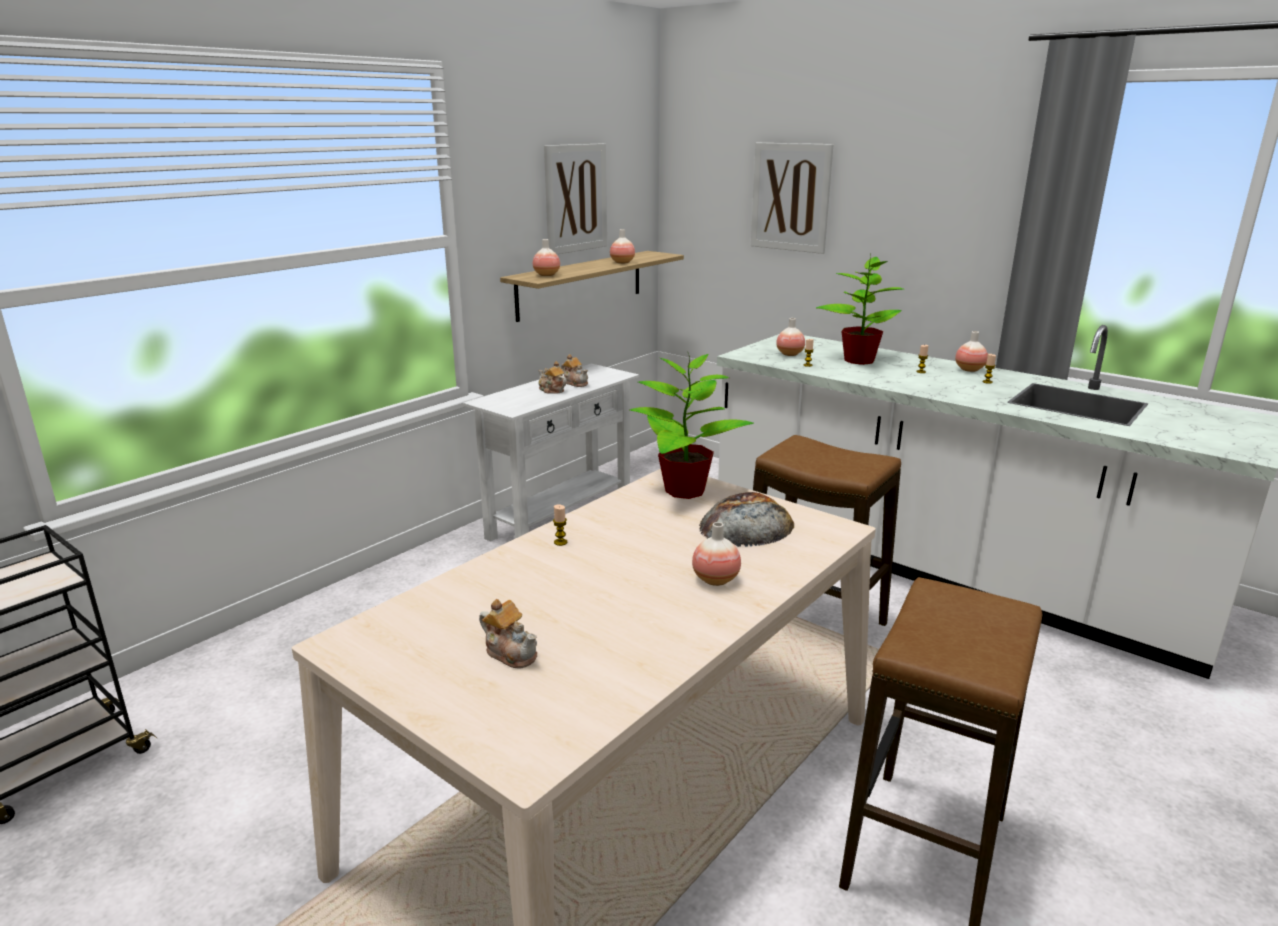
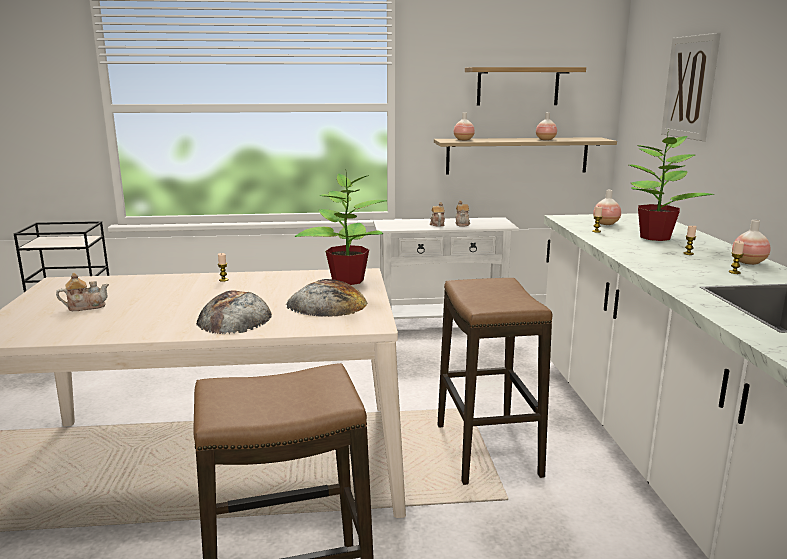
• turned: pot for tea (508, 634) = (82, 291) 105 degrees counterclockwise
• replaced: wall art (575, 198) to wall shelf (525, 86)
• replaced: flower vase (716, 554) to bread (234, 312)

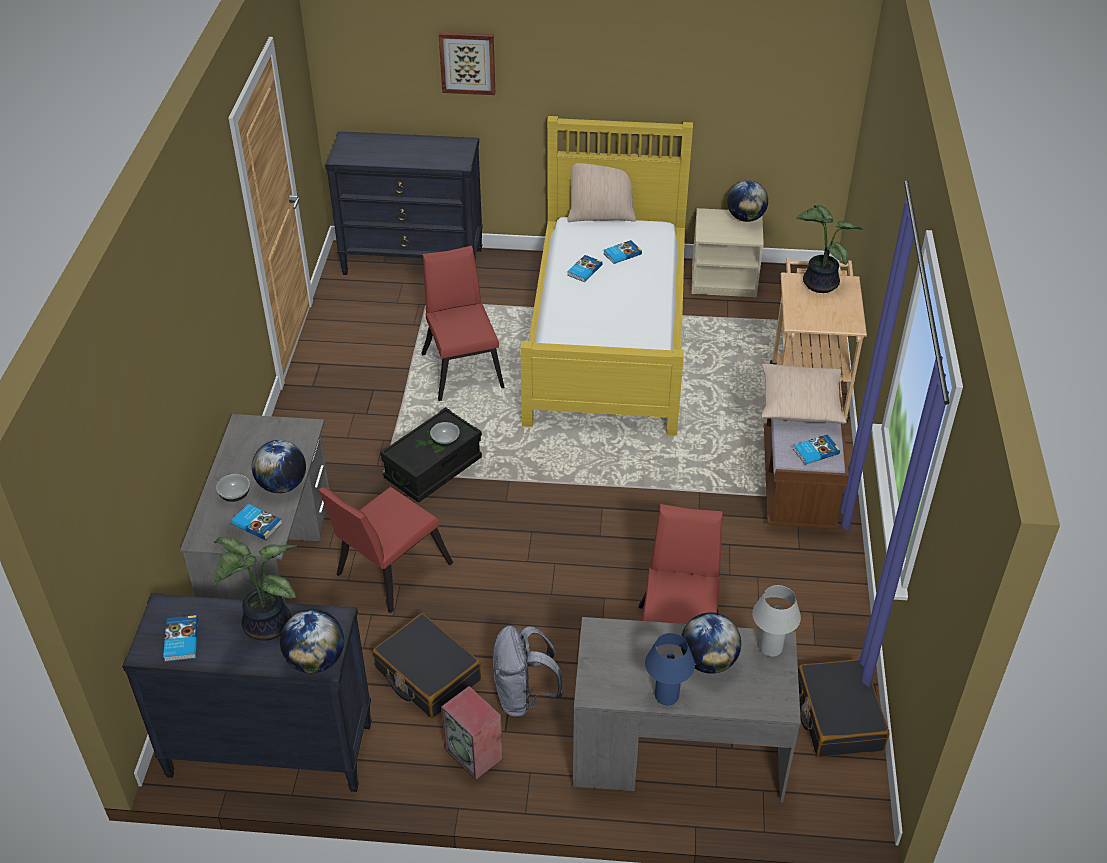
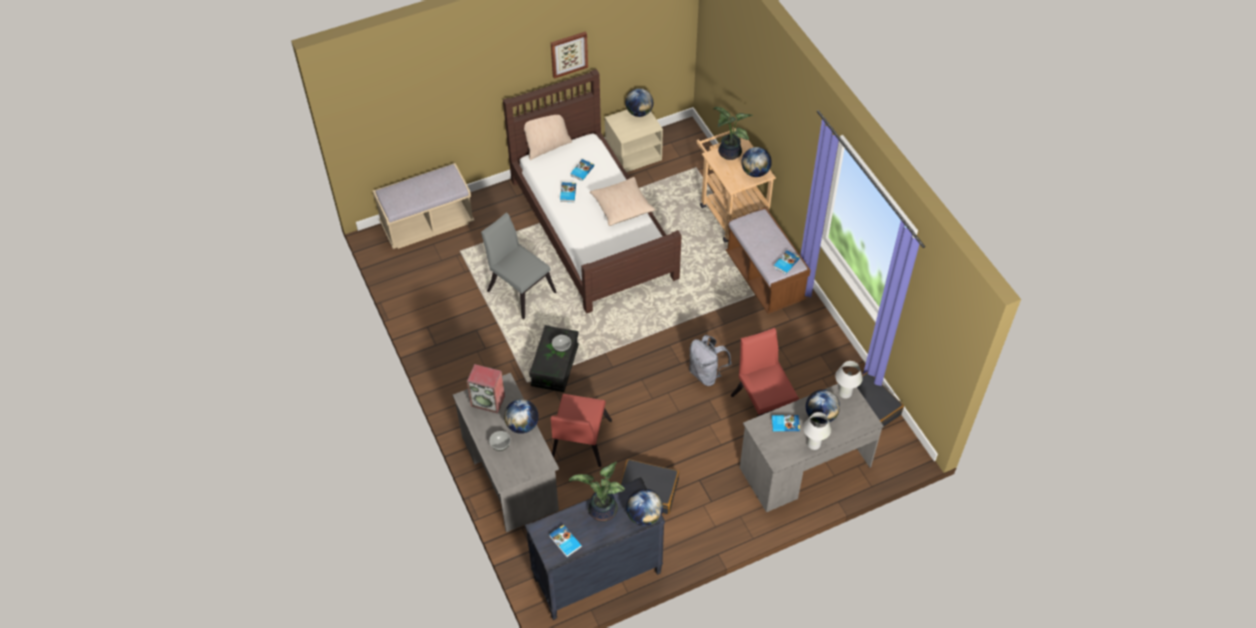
• moved: volume (256, 522) to (785, 423)
• replaced: black drawer chest (404, 203) to beige-coloured bench (424, 206)
• recoloured: red-coloured chair (463, 323) to grey chair (518, 265)
• moved: wall art (467, 63) to (569, 55)
• moved: loudspeaker (472, 733) to (486, 388)
• moved: grey knapsack (528, 671) to (710, 360)
• recoloured: yellow-coloured bedroom bed (606, 276) to brown bedroom bed (592, 191)
• recoloured: blue-coloured lamp for a table (670, 669) to white-coloured lamp for a table (817, 431)
• moved: beige-coloured pillow (804, 394) to (622, 201)
• added: desk globe (757, 162)

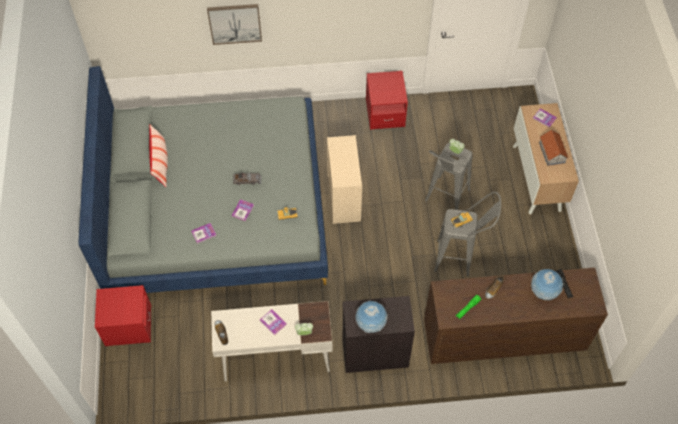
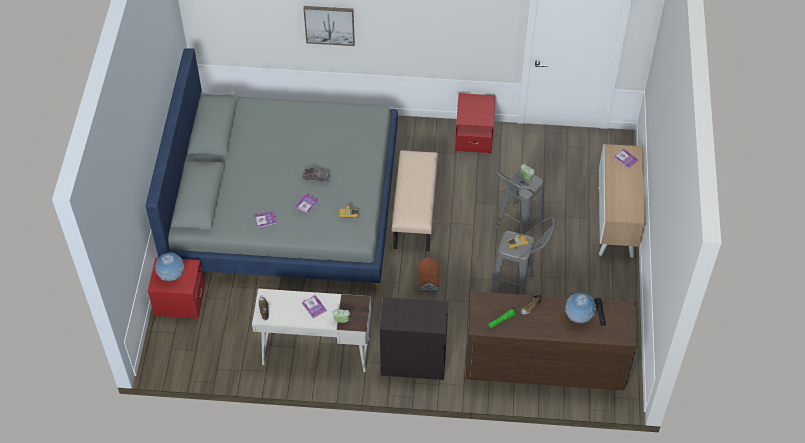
• removed: pillow (158, 156)
• replaced: beige-coloured drawer chest (344, 179) to beige-coloured bench (415, 200)
• moved: desk globe (372, 317) to (169, 267)
• moved: model house (553, 147) to (429, 274)

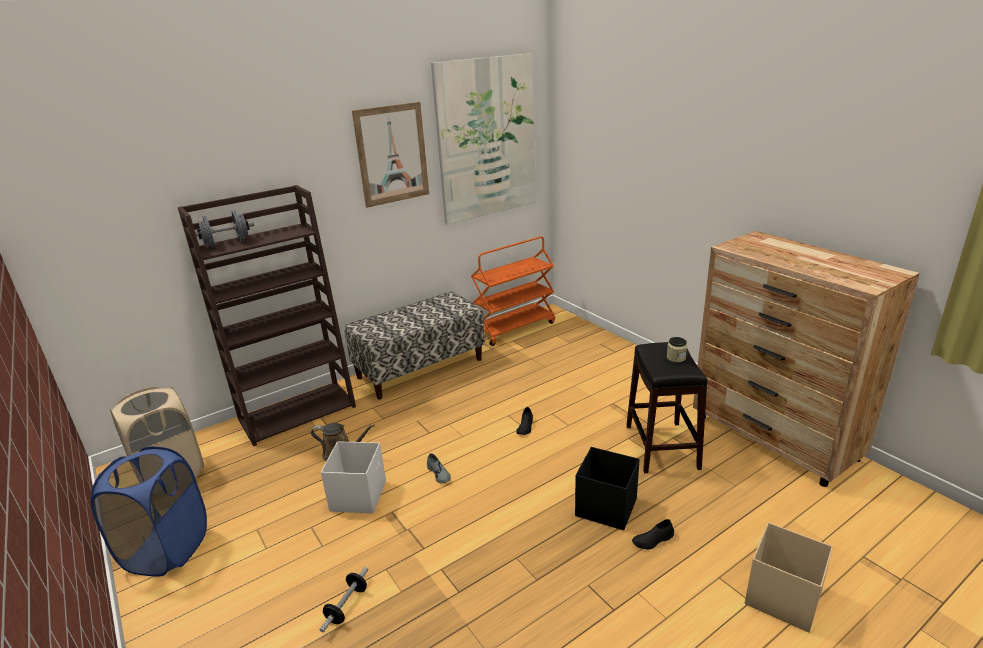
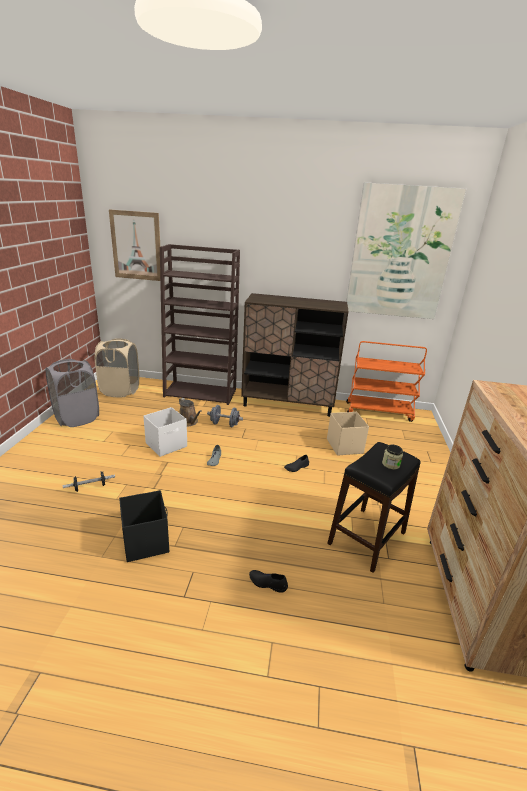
• recoloured: blue-coloured hamper (149, 511) to grey hamper (72, 393)
• moved: grey hand weight (224, 229) to (225, 416)
• replaced: bench (414, 345) to brown cabinet (295, 355)
• moved: wall art (390, 155) to (134, 245)
• moved: black storage container (607, 488) to (144, 526)
• moved: beige-coloured storage container (789, 577) to (348, 434)

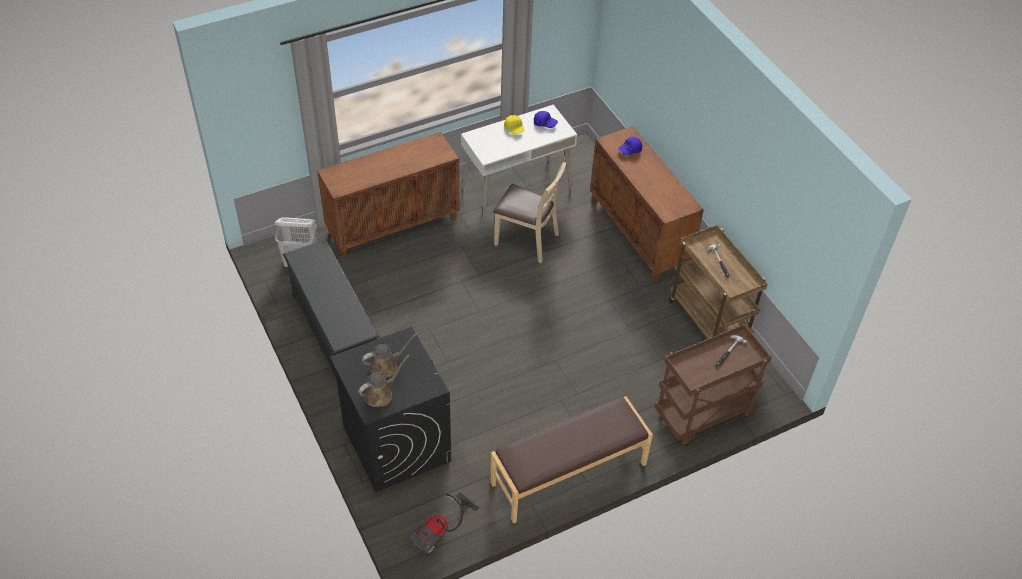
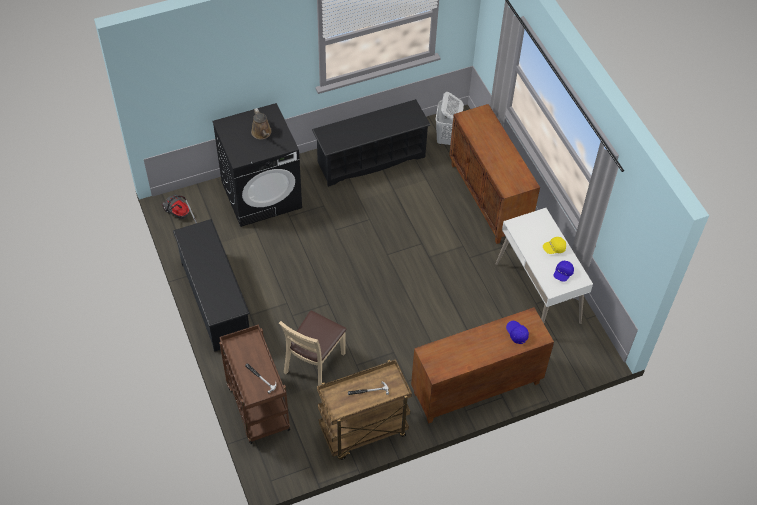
• removed: brown watering can (384, 380)
• replaced: brown bench (571, 459) to black shoe stand (211, 285)
• moved: beige-coloured chair (529, 212) to (313, 348)

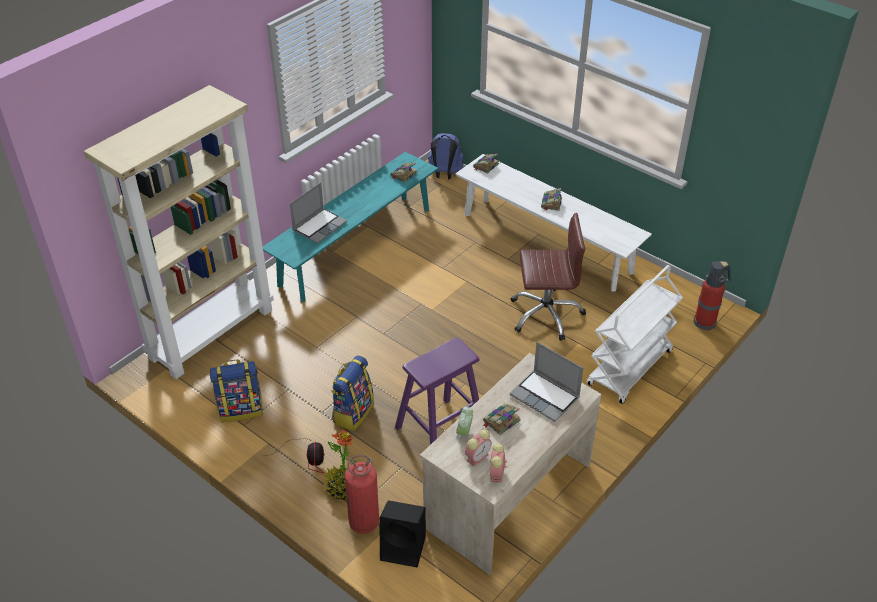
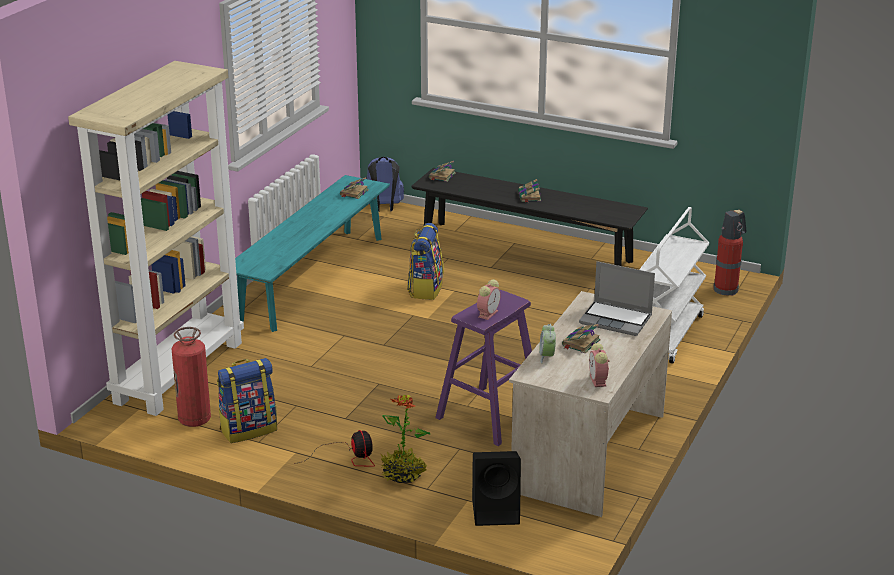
• removed: portable computer (318, 213)
• moved: knapsack (352, 393) to (425, 261)
• moved: fire-fighting cylinder (362, 494) to (191, 377)
• recoloured: white-coloured bench (553, 222) to black bench (529, 217)
• moved: bedside clock (478, 448) to (489, 299)
• removed: brown computer chair (548, 277)

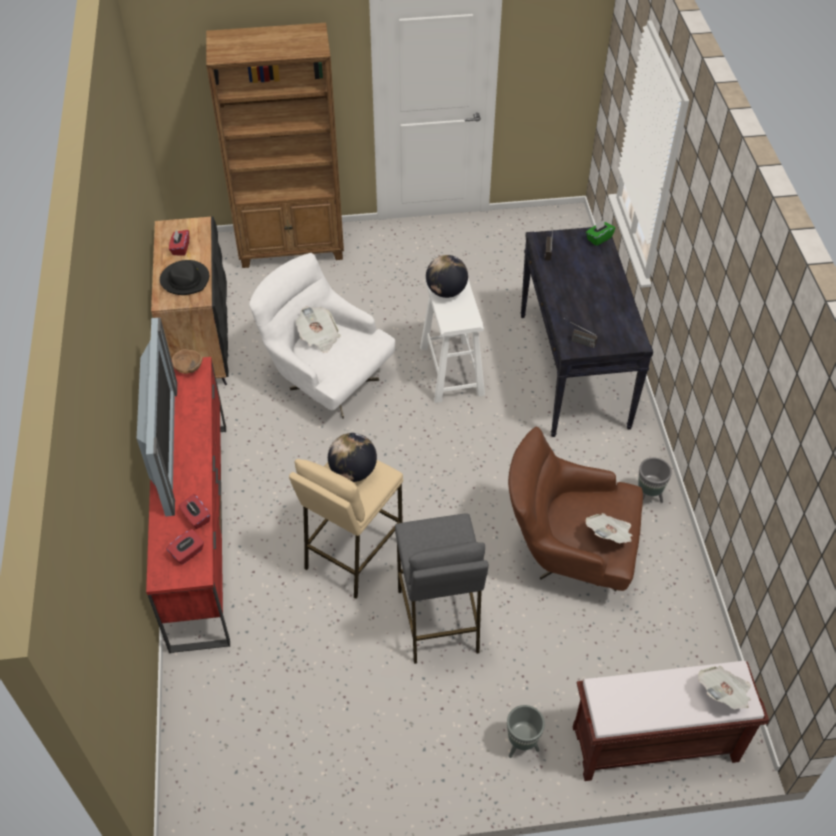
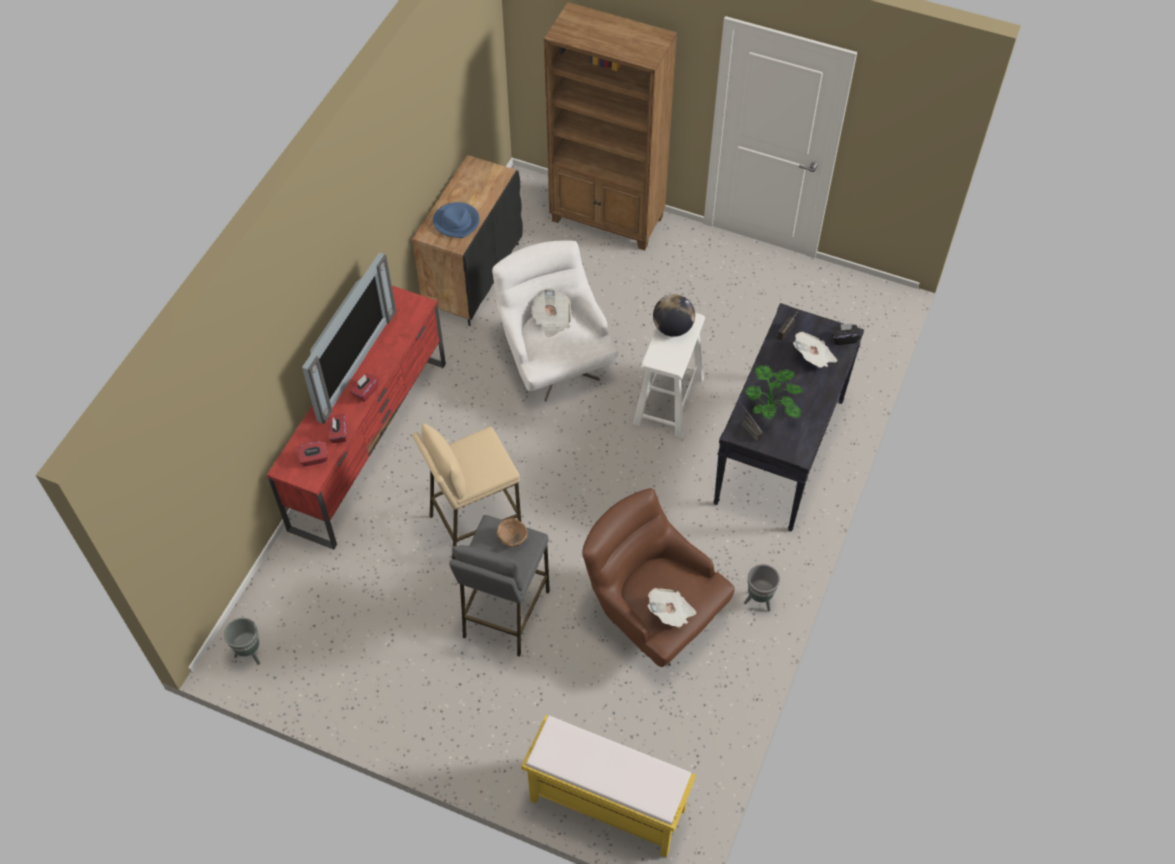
• recoloured: black wearable hat (184, 277) to blue-coloured wearable hat (456, 220)
• moved: red-coloured box of tissues (179, 243) to (364, 387)
• moved: brown bowl (187, 361) to (512, 532)
• removed: desk globe (352, 457)
• moved: grey planter (526, 731) to (242, 641)
• recoloured: brown bench (671, 720) to yellow-coloured bench (608, 786)
• recoloured: green box of tissues (601, 233) to black box of tissues (846, 334)
• moved: daily paper (724, 687) to (815, 350)
• added: houseplant (773, 392)

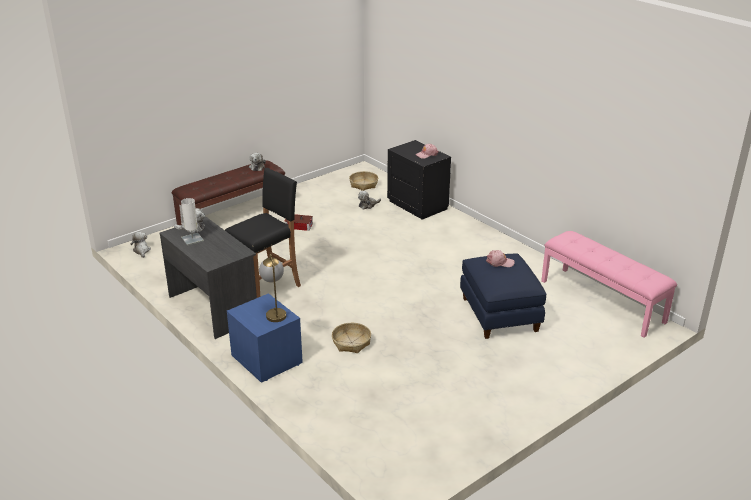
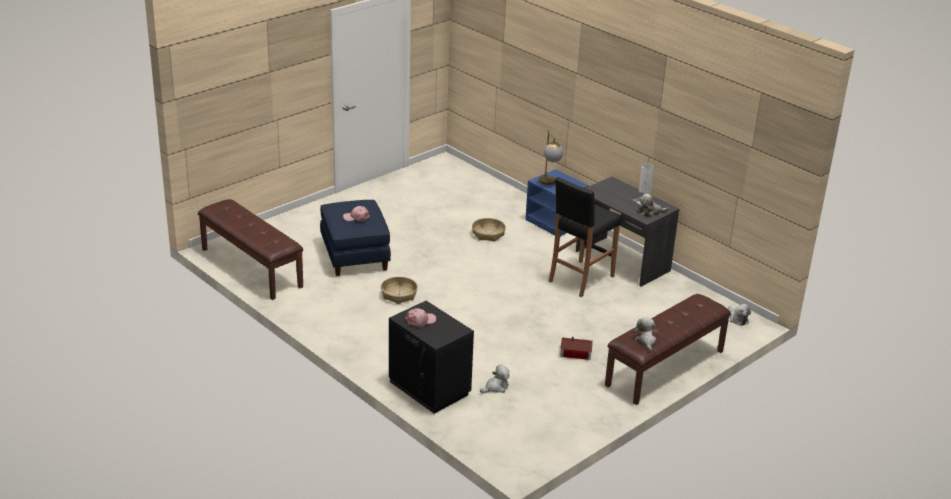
• moved: basket (363, 181) to (399, 290)
• recoloured: pinkish bench (609, 284) to brown bench (250, 249)

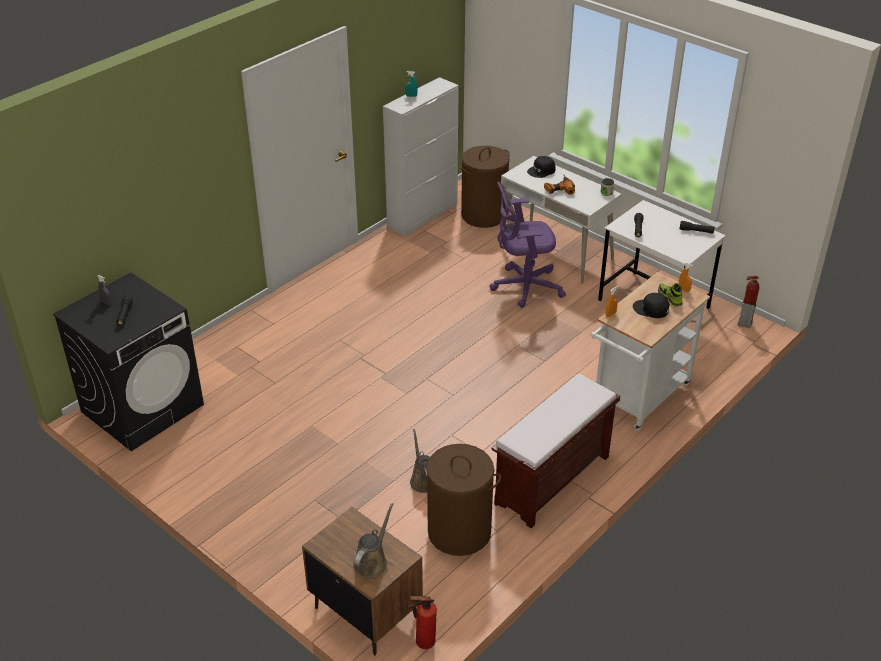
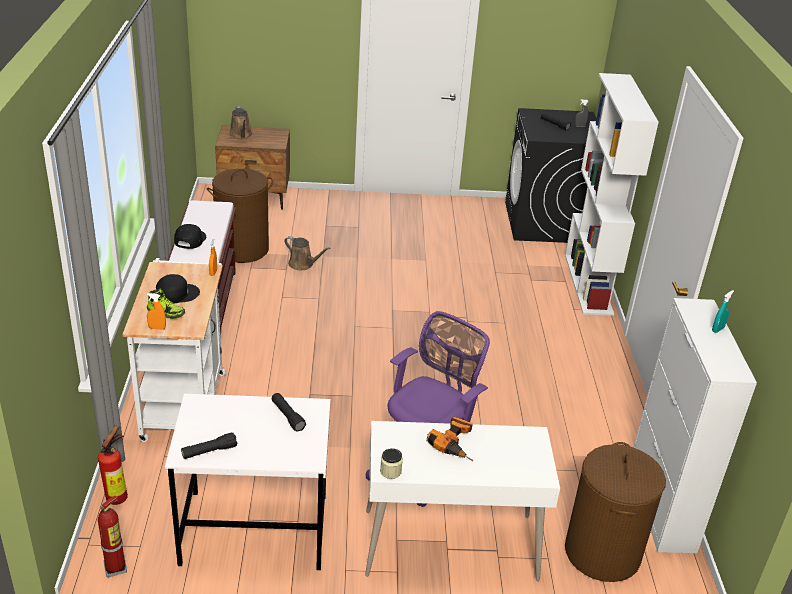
• moved: fire-fighting cylinder (422, 622) to (113, 465)
• moved: black peaked cap (541, 167) to (190, 236)
• added: white-coloured bookcase (612, 194)

